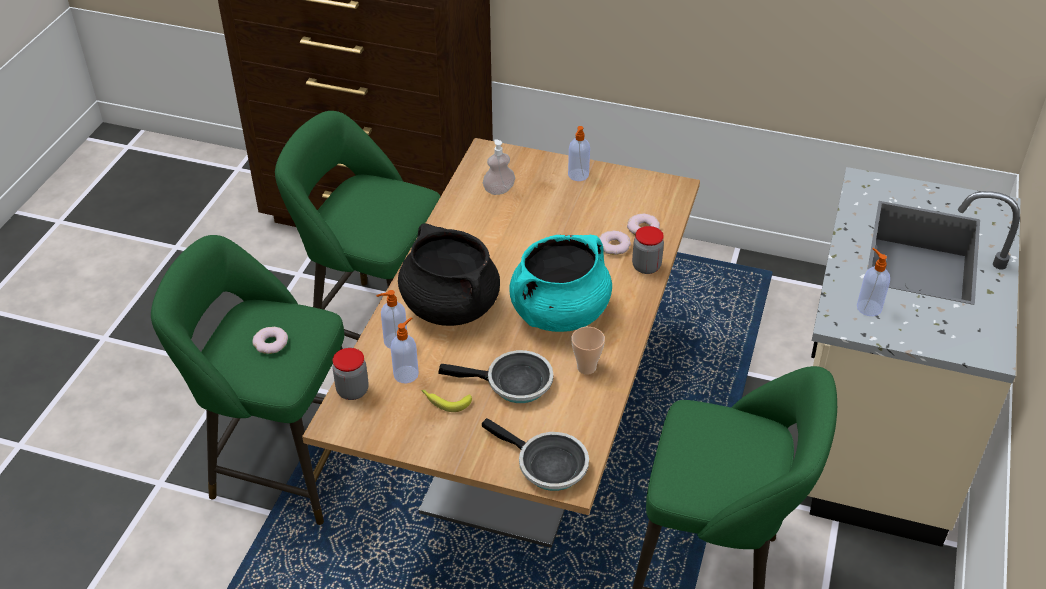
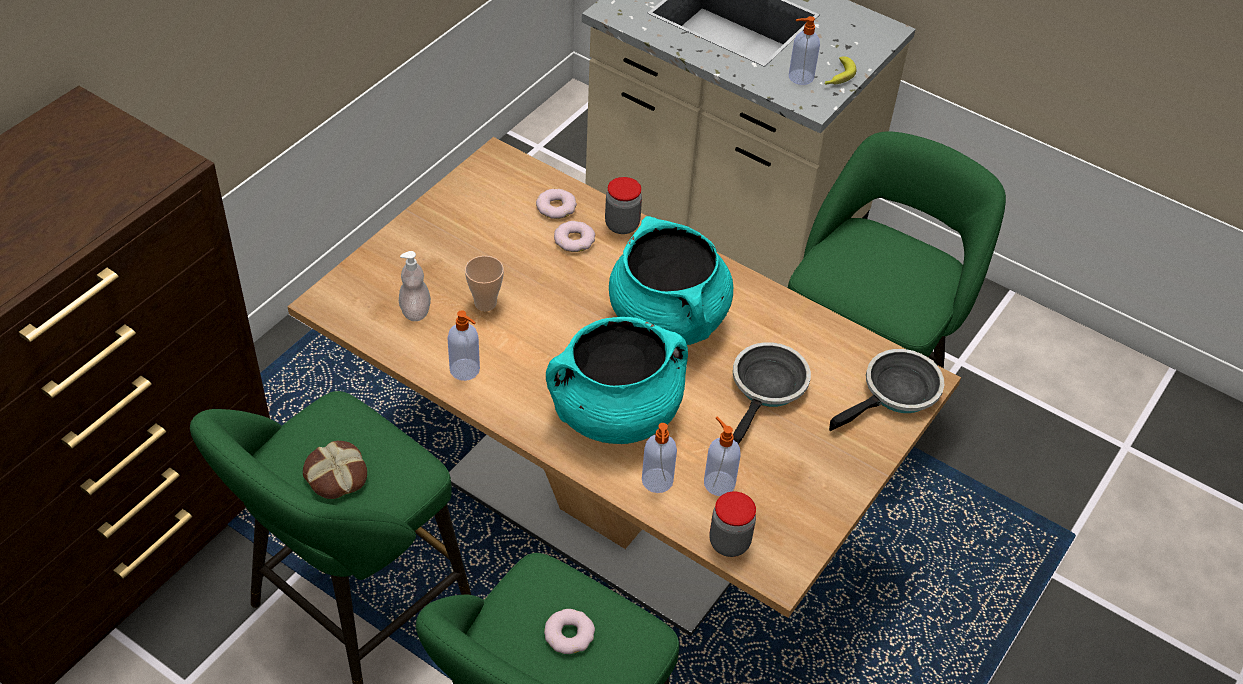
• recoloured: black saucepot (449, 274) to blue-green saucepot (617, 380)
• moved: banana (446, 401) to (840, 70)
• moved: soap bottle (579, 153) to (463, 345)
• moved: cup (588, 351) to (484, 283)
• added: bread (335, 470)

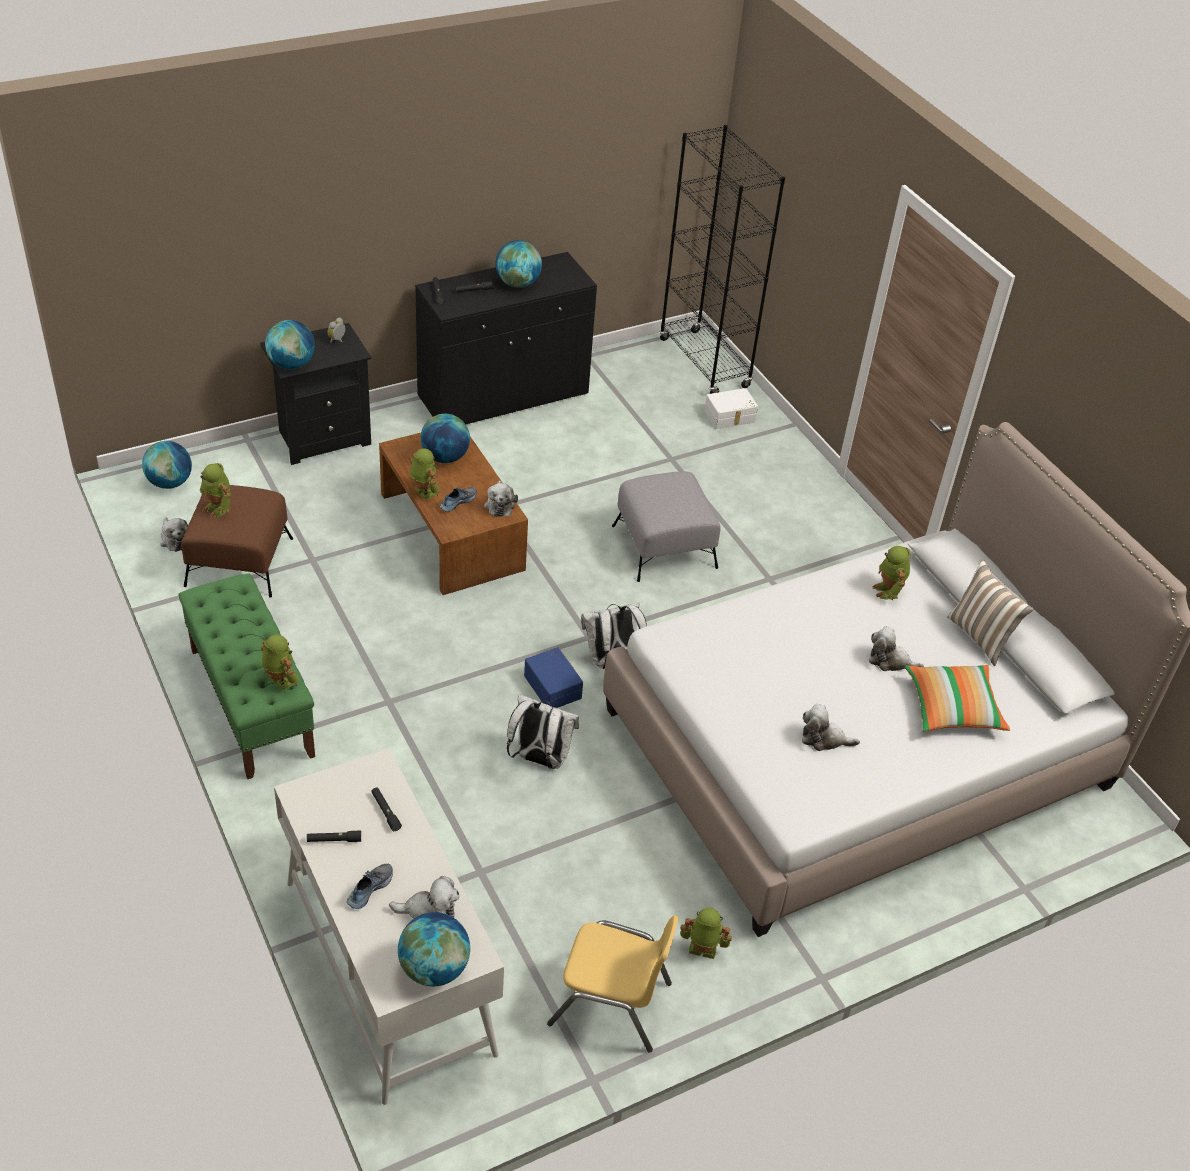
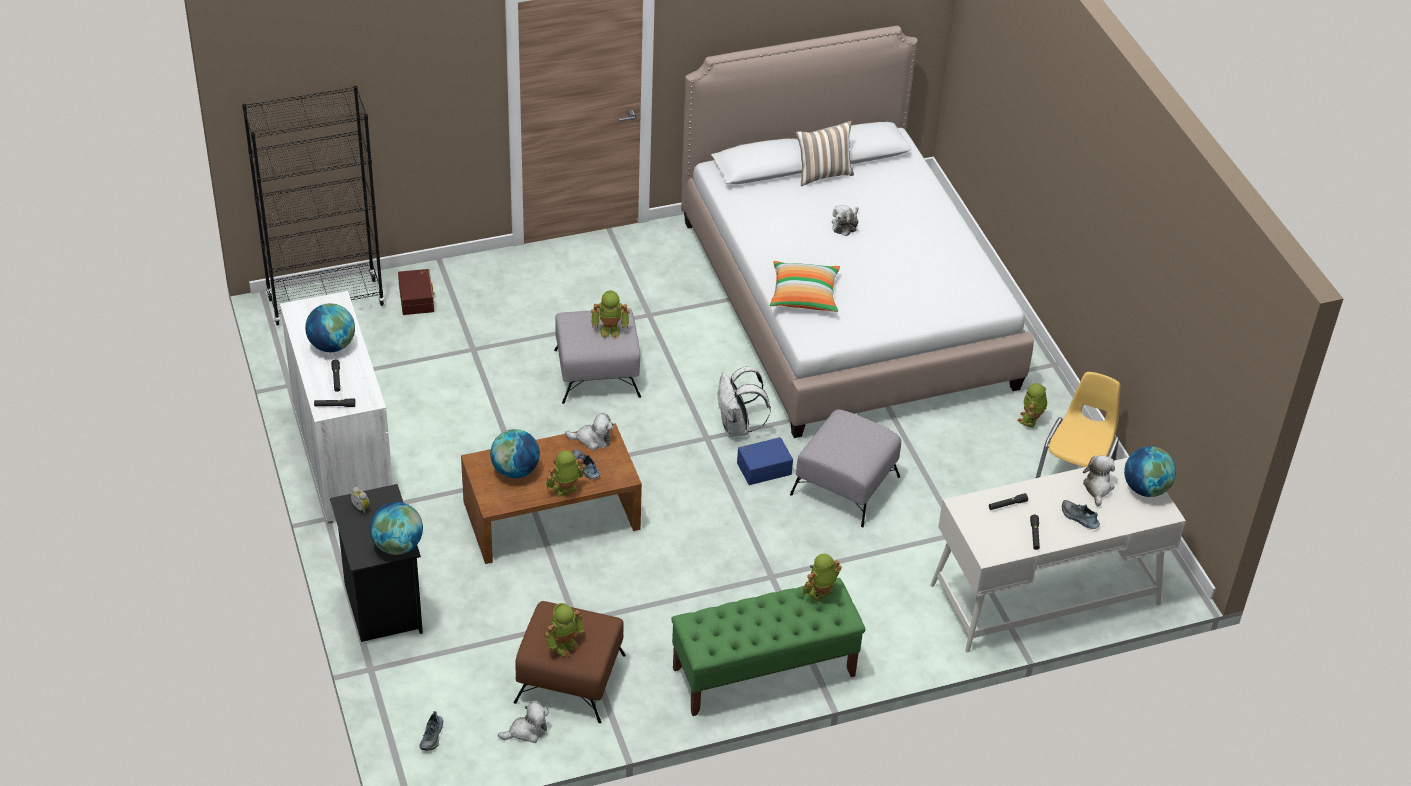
• replaced: desk globe (167, 465) to item of footwear (431, 731)
• recoloured: black cabinet (506, 338) to white-coloured cabinet (336, 407)
• replaced: white-coloured knapsack (543, 732) to grey pouffe (845, 468)
• recoloured: white-coloured storage container (731, 408) to brown storage container (416, 292)
• removed: soft toy (831, 727)
• moved: robot figure (891, 573) to (610, 314)
• moved: pillow (957, 698) to (805, 286)

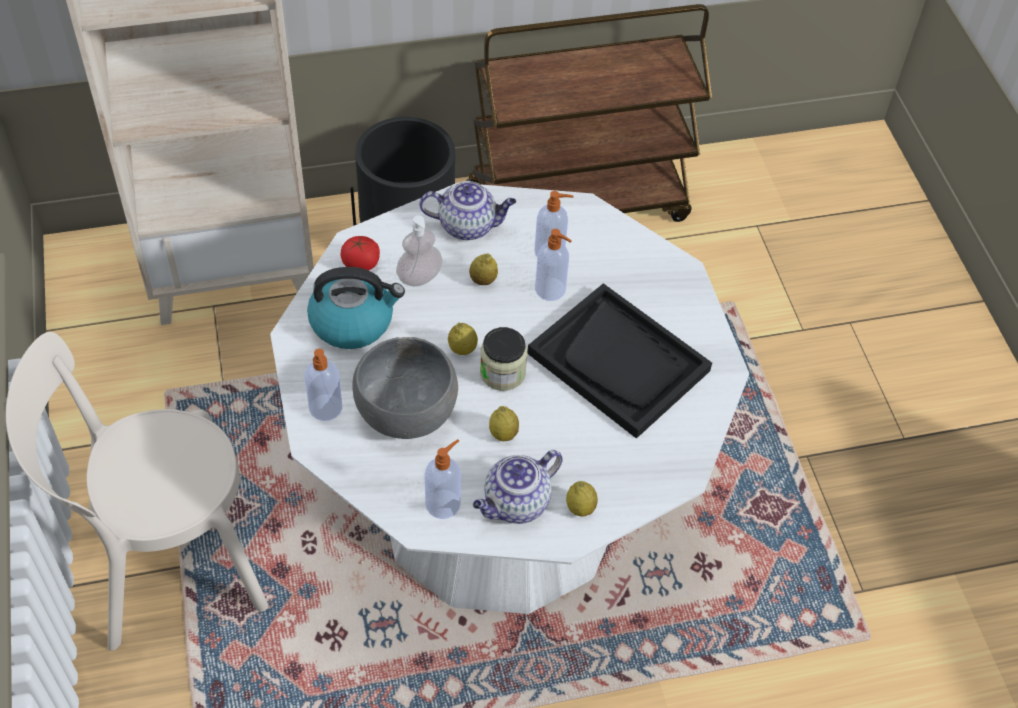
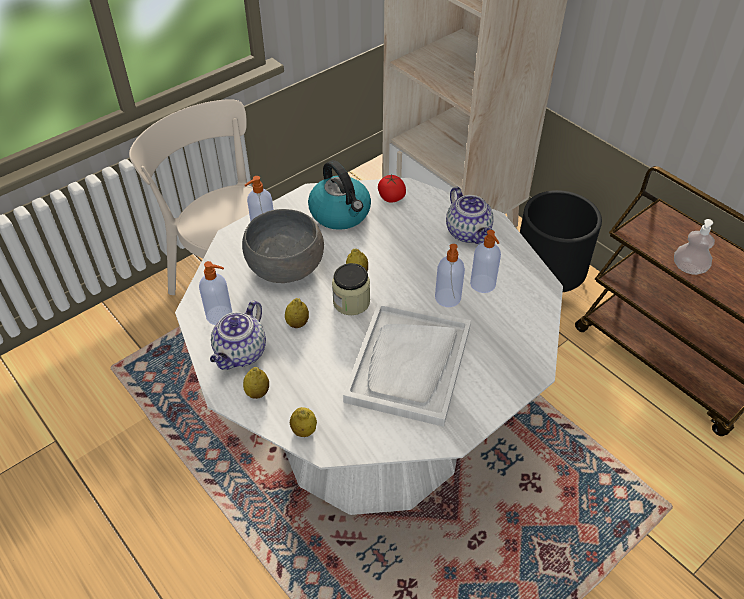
• moved: soap bottle (419, 250) to (694, 247)
• moved: whole lemon (483, 269) to (303, 422)
• turned: pot for tea (518, 487) = (238, 335) 90 degrees counterclockwise
• recoloured: black tray (619, 361) to white-coloured tray (407, 364)

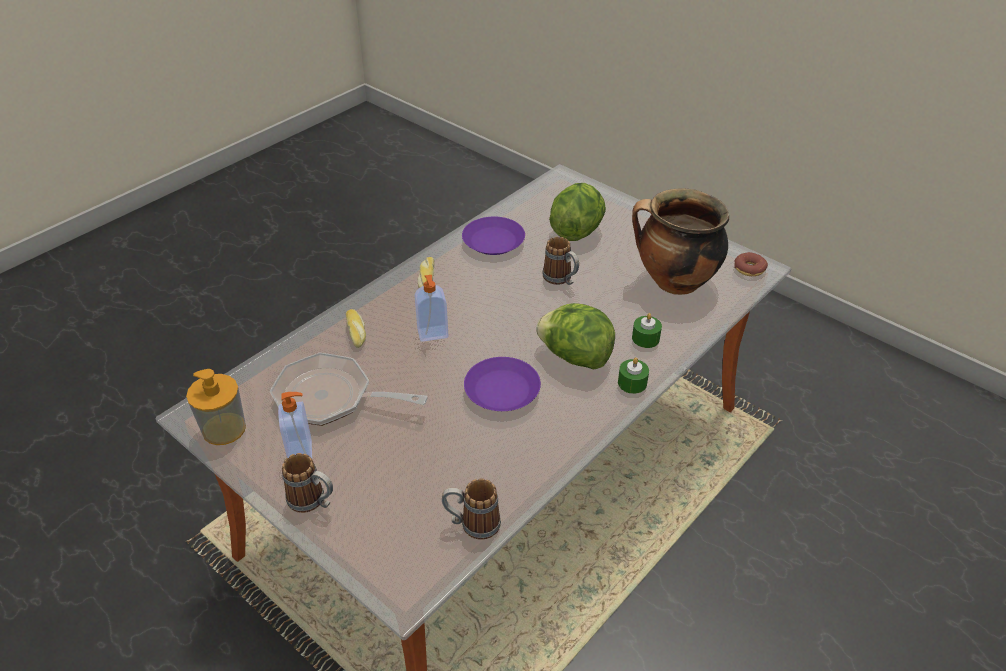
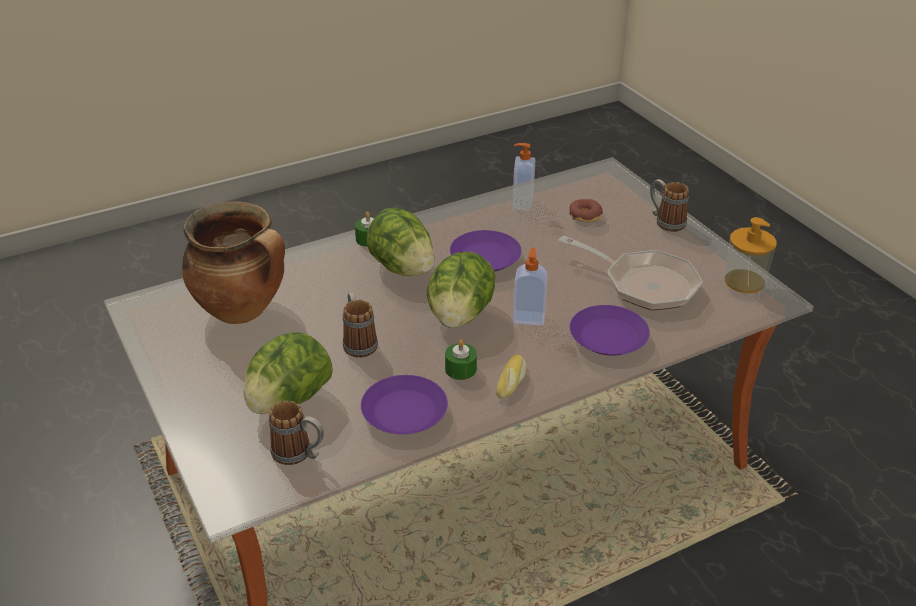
• moved: soap bottle (295, 425) to (523, 177)
• replaced: bread (356, 328) to purple-coloured flat dish (610, 330)
• moved: coffee mug (471, 509) to (296, 432)
• moved: green wax candle (647, 330) to (461, 359)
• moved: doughnut (751, 264) to (586, 210)
• added: head of lettuce (461, 290)

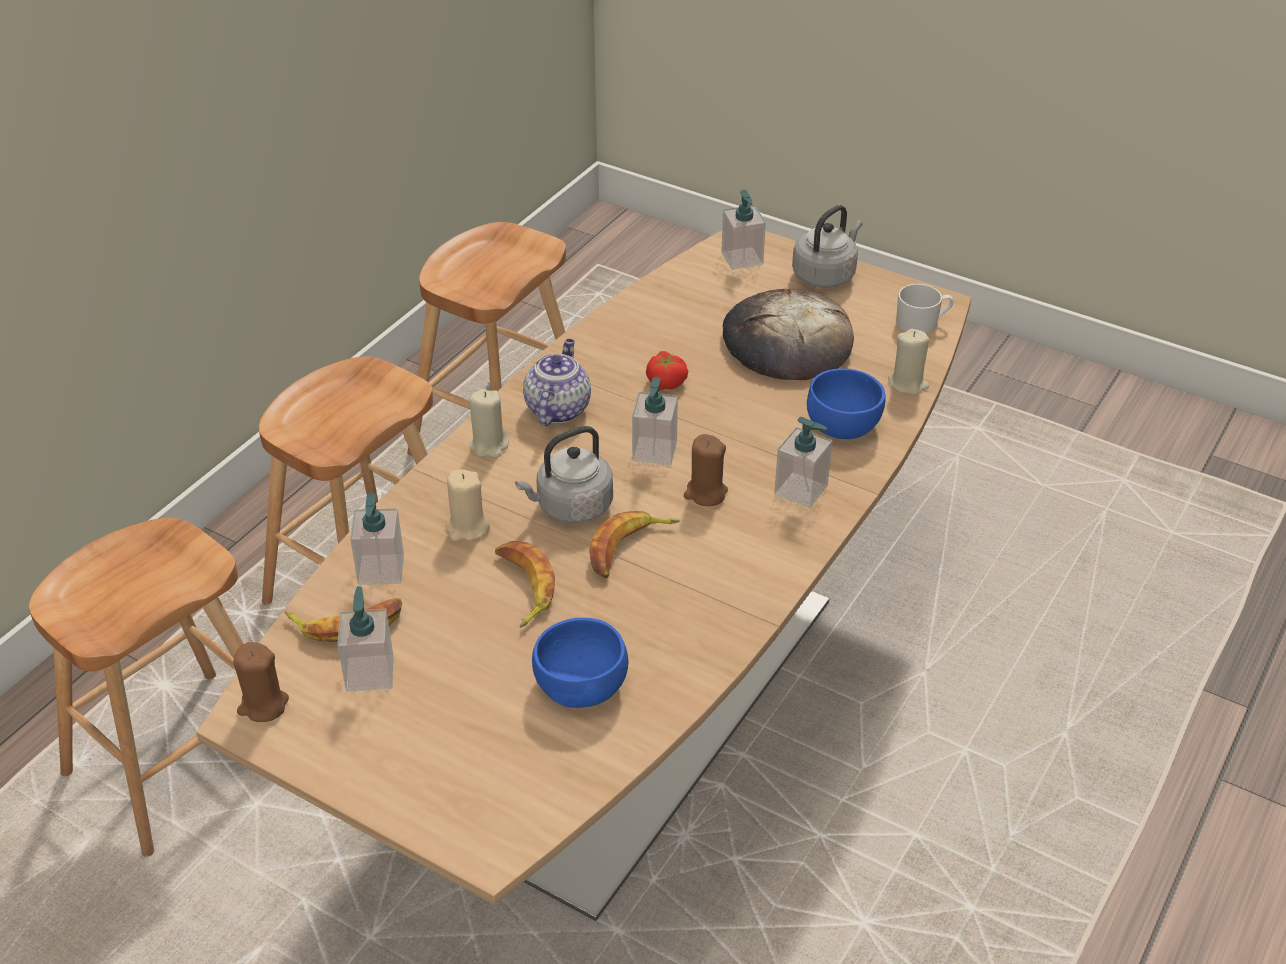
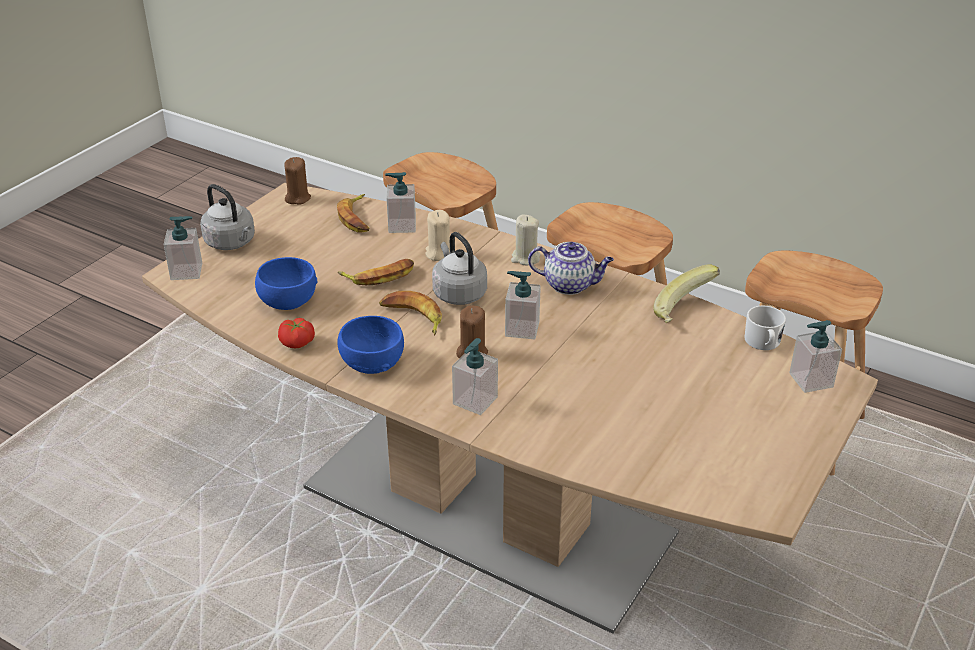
• moved: soap bottle (365, 639) to (183, 248)
• moved: whole tomato (667, 370) to (296, 333)
• removed: bread (788, 334)
• moved: grey tea kettle (827, 246) to (227, 217)
• moved: blue-coloured bowl (846, 403) to (370, 345)
• removed: beige-coloured wax candle (908, 362)
• moved: white-coloured coffee mug (924, 309) to (765, 327)
• added: banana (686, 293)

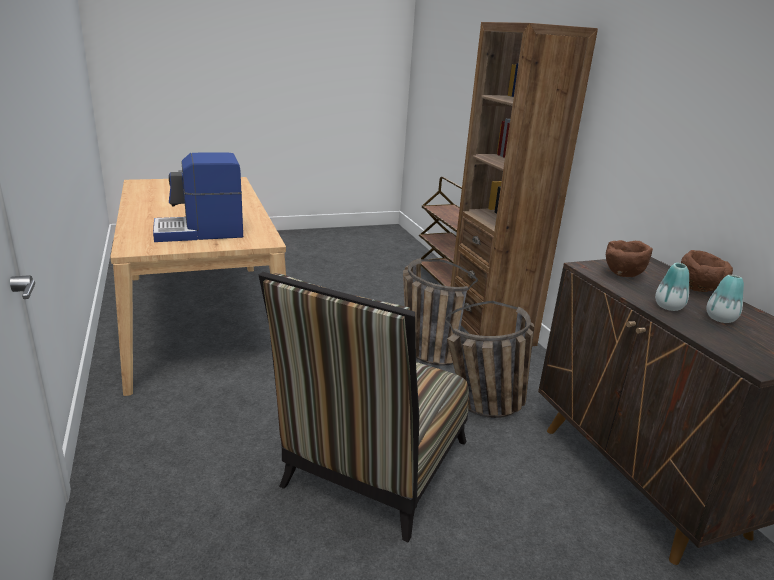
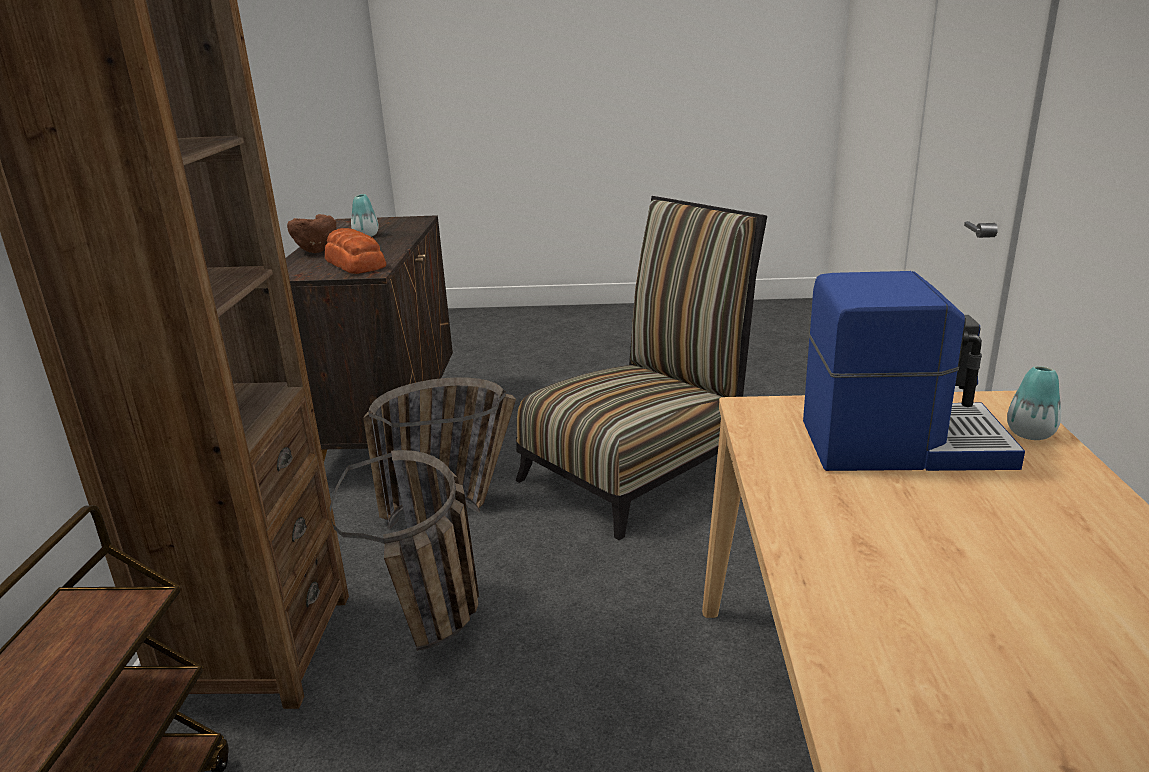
• replaced: brown bowl (629, 258) to bread (356, 251)
• moved: flower vase (672, 287) to (1034, 403)

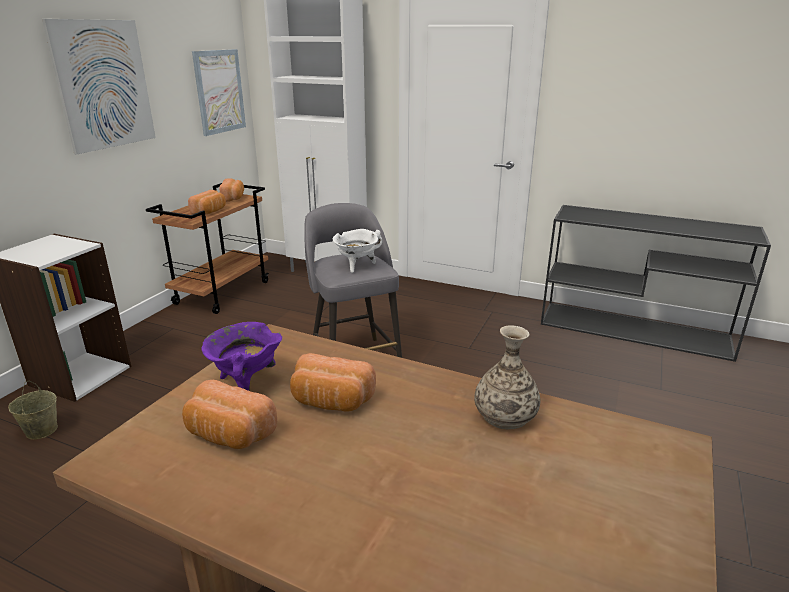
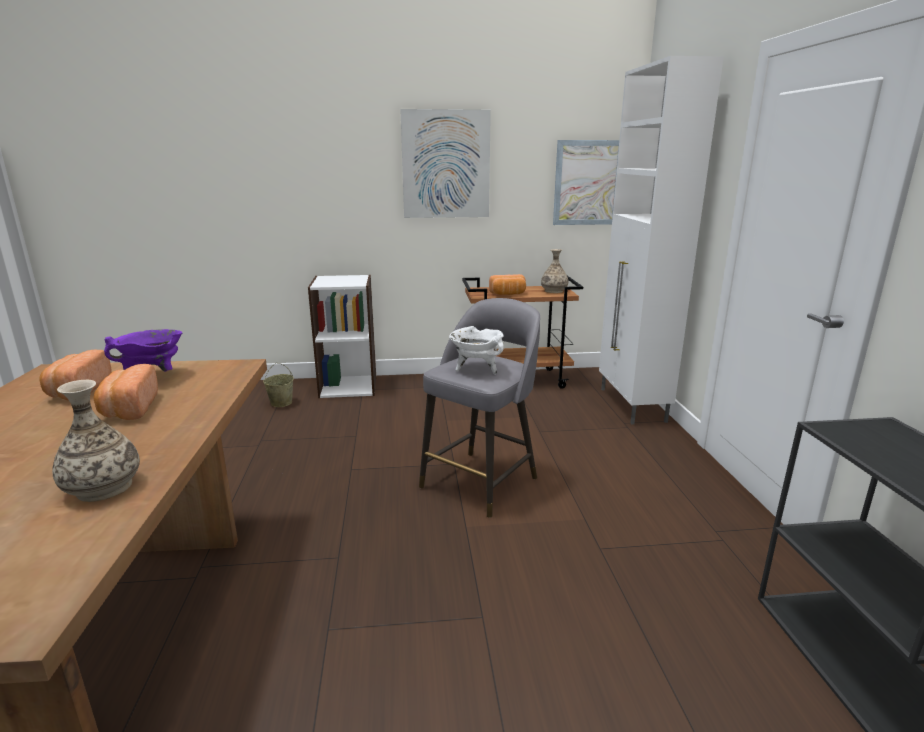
• replaced: bread (231, 190) to flower vase (554, 271)

